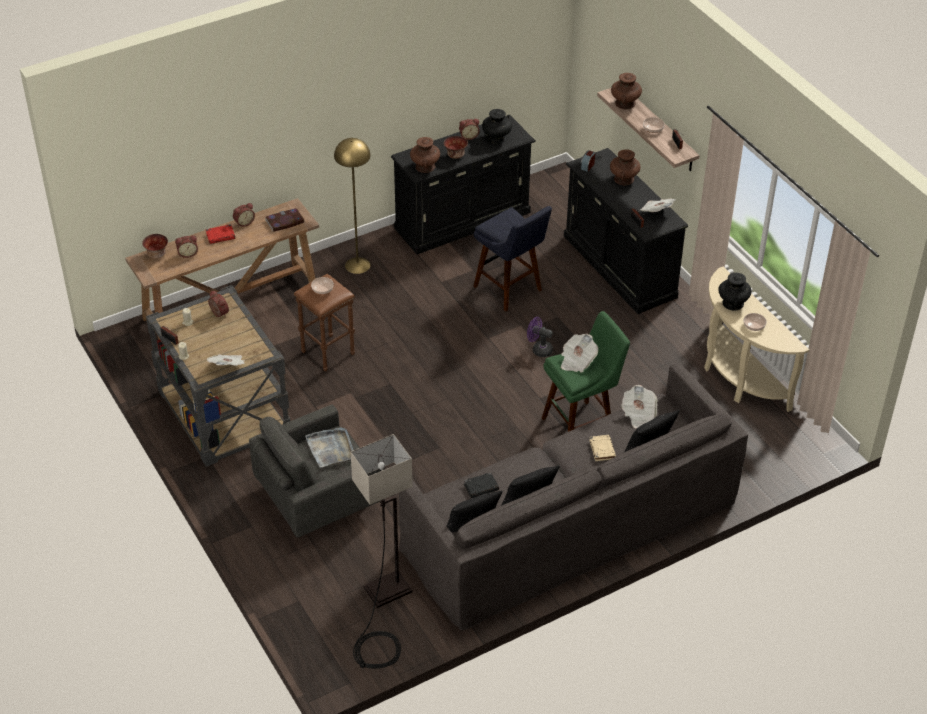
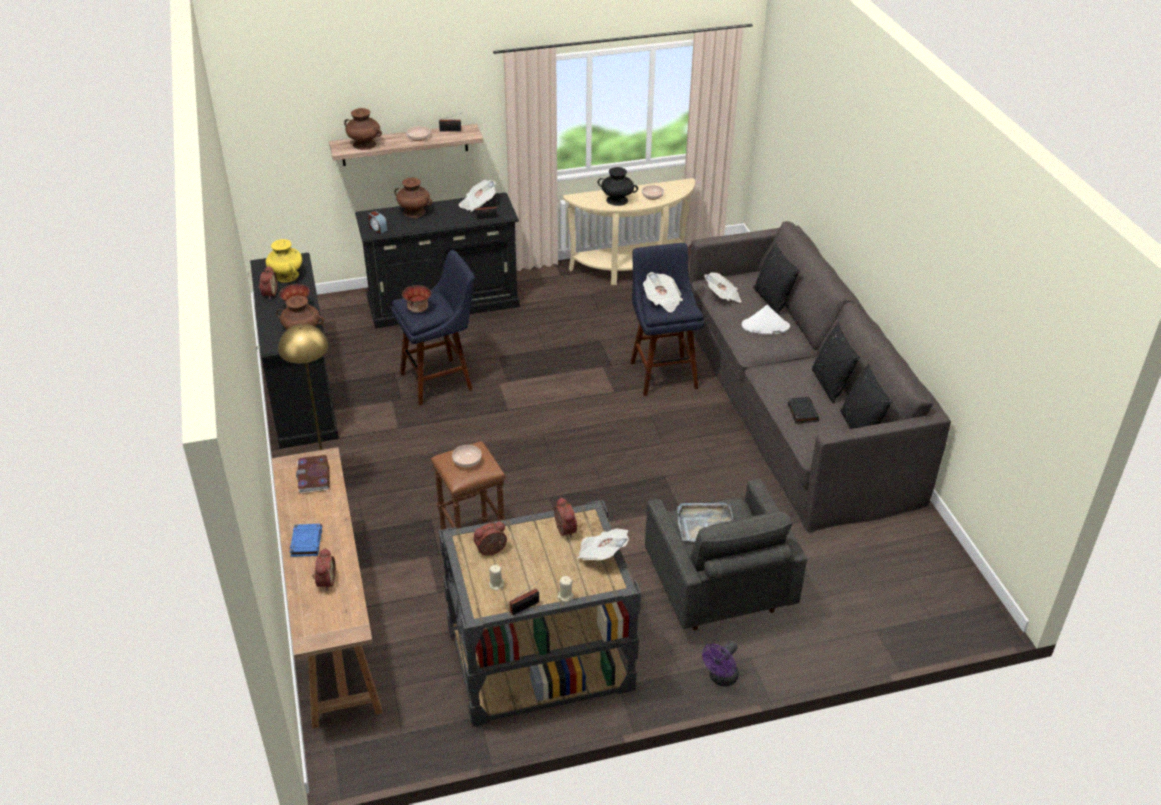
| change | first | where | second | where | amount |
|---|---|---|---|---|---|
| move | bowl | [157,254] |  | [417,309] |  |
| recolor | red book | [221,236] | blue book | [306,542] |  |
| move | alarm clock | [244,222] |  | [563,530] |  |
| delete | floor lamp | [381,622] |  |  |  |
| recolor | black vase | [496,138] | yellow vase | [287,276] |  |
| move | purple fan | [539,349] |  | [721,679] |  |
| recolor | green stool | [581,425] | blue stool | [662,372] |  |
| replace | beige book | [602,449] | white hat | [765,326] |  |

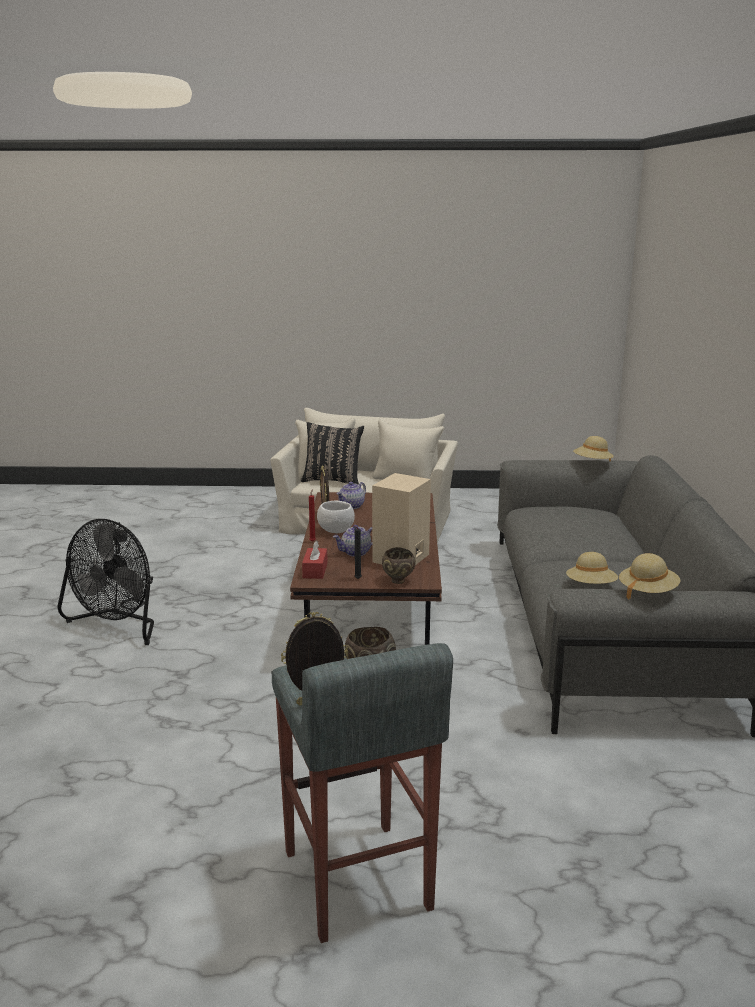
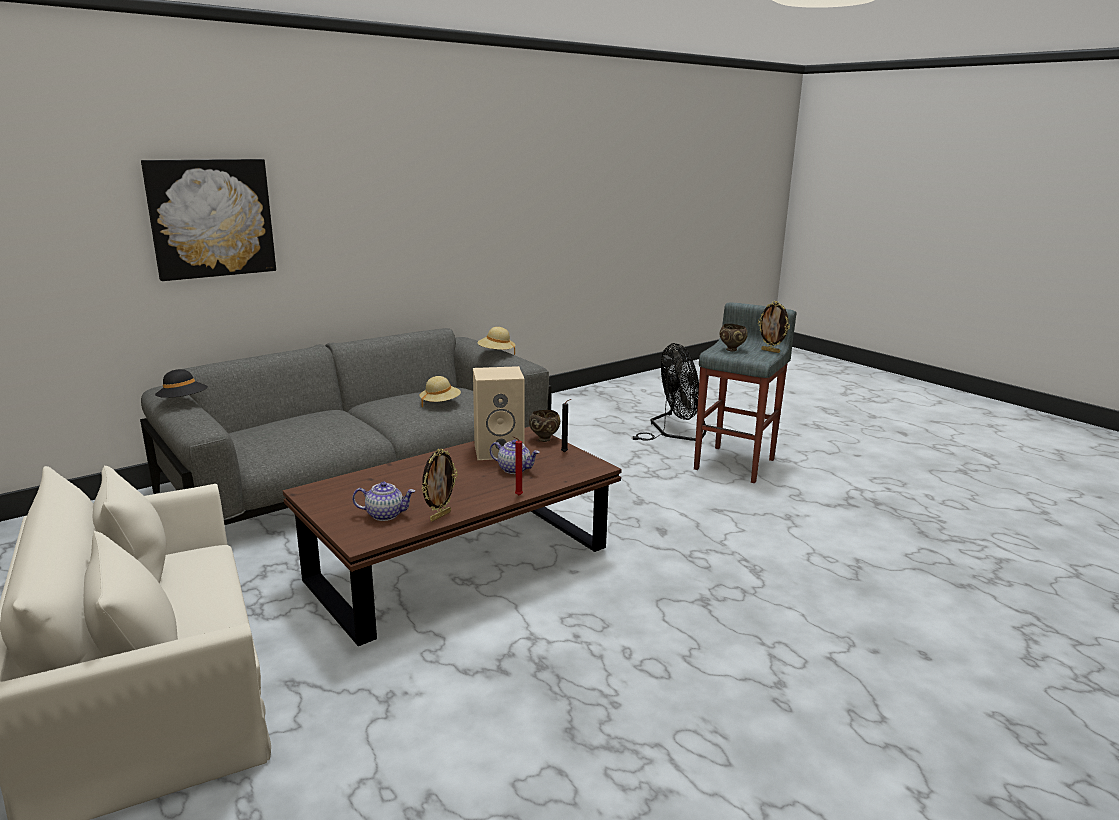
| change | first | where | second | where | amount |
|---|---|---|---|---|---|
| move | black fan | [118,623] |  | [669,430] |  |
| delete | black pillow | [333,481] |  |  |  |
| delete | red tissue box | [315,570] |  |  |  |
| delete | white bowl | [336,531] |  |  |  |
| recolor | beige hat | [592,463] | black hat | [183,402] |  |
| insert |  |  | picture | [211,218] |  |

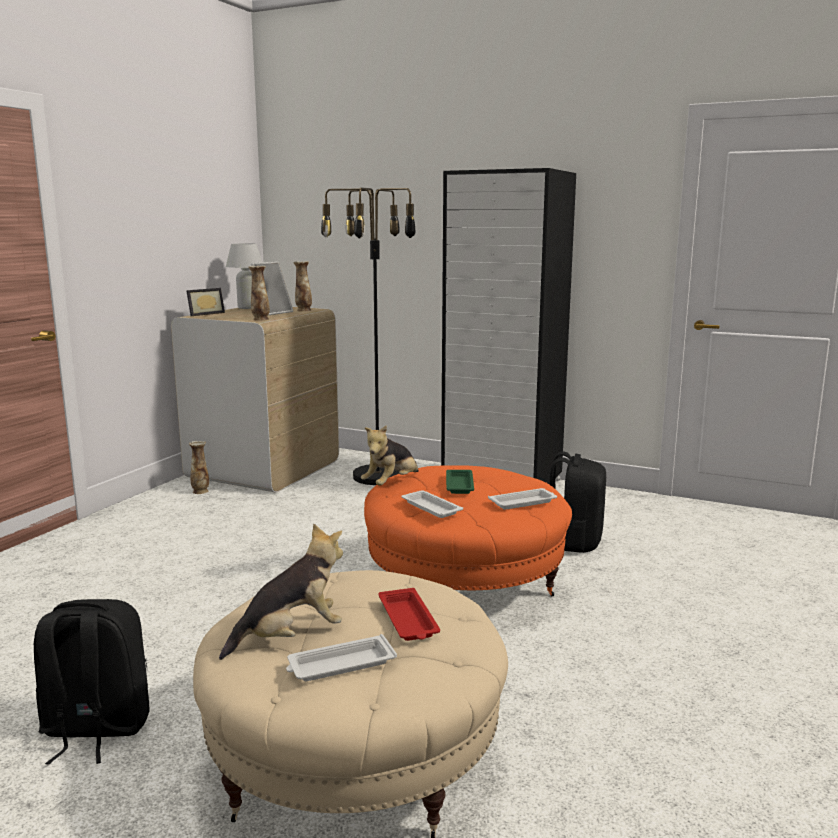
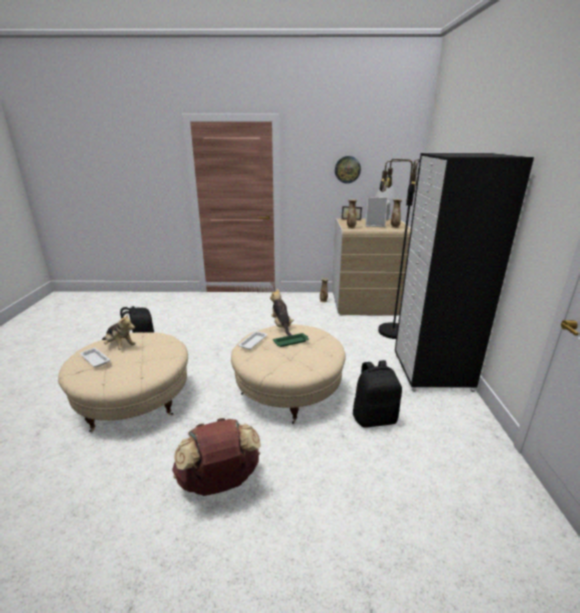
| change | first | where | second | where | amount |
|---|---|---|---|---|---|
| rotate | plush toy | [391,484] |  | [281,326] | 60 degrees clockwise |
| recolor | orange ottoman | [465,582] | beige ottoman | [288,391] |  |
| delete | red tray | [408,620] |  |  |  |
| delete | white tray | [523,502] |  |  |  |
| insert |  |  | brown backpack | [219,483] |  |
| insert |  |  | wall clock | [347,169] |  |

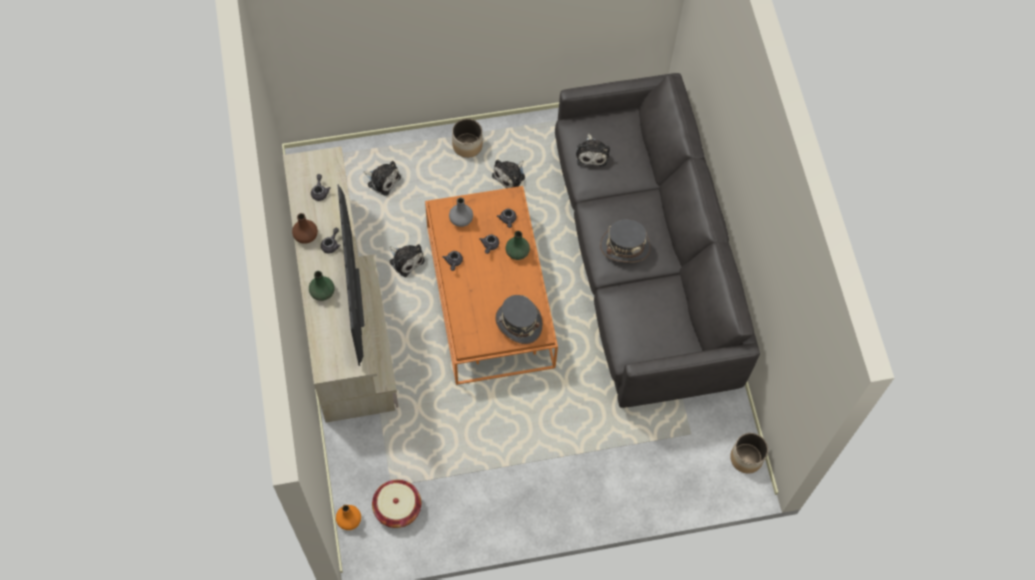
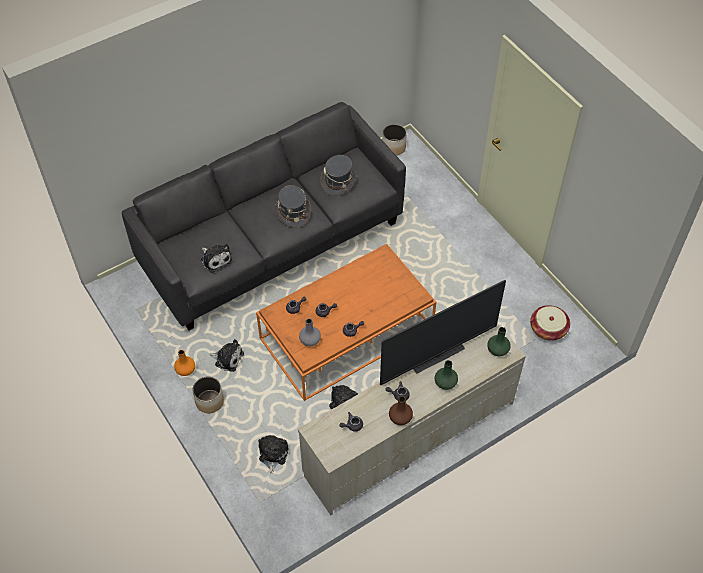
| change | first | where | second | where | amount |
|---|---|---|---|---|---|
| move | orange vase | [349,520] |  | [186,370] |  |
| move | grey hat | [518,323] |  | [338,181] |  |
| move | green vase | [517,252] |  | [497,350] |  |
| rotate | plush toy | [592,153] |  | [215,259] | 75 degrees clockwise |

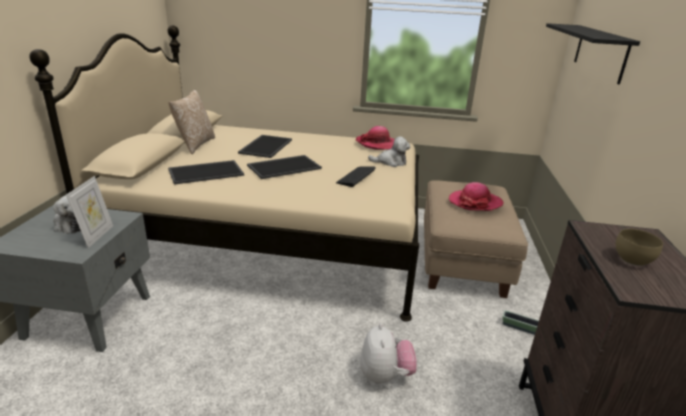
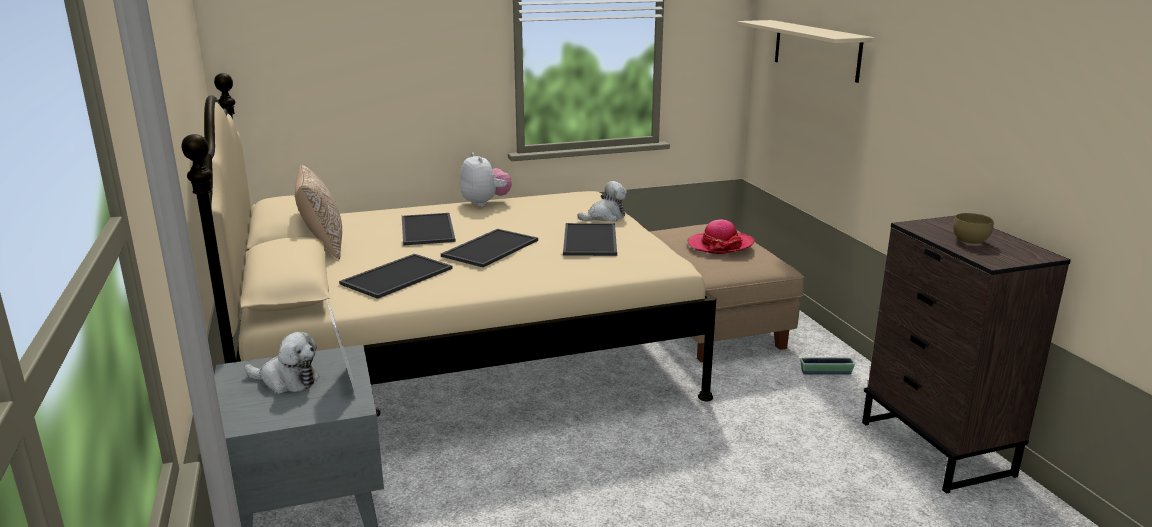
| change | first | where | second | where | amount |
|---|---|---|---|---|---|
| replace | keyboard | [356,176] | tray | [591,240] |  |
| delete | hat | [378,144] |  |  |  |
| move | plush toy | [385,375] |  | [485,203] |  |
| recolor | black shelf | [600,52] | beige shelf | [816,49] |  |

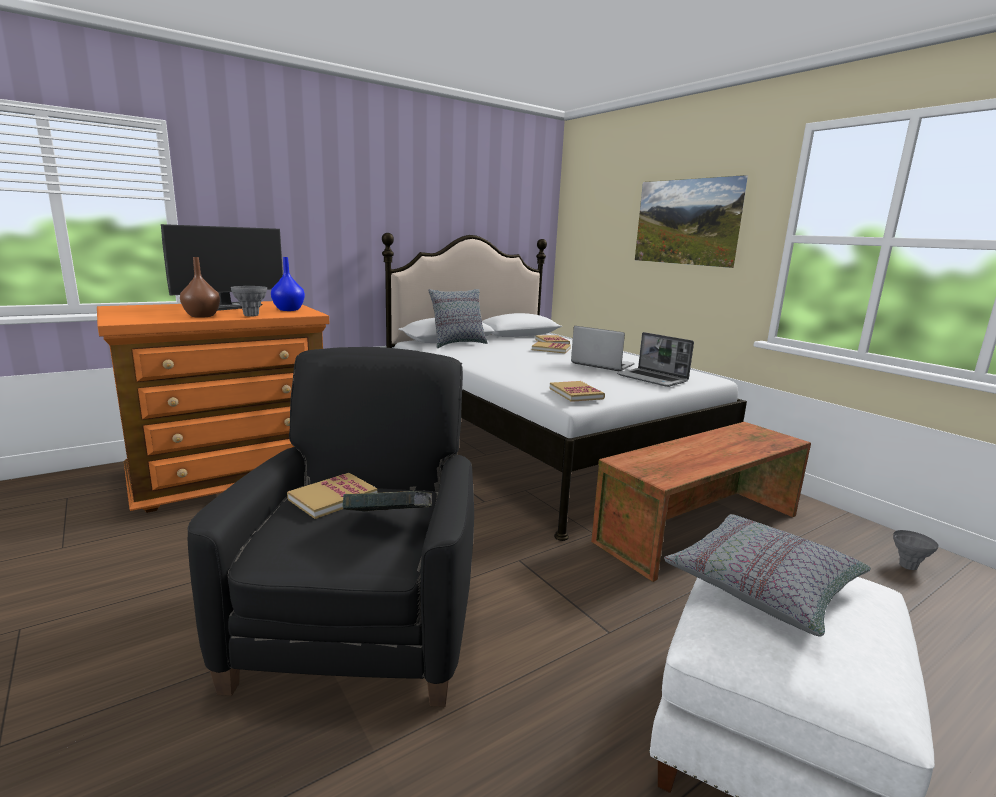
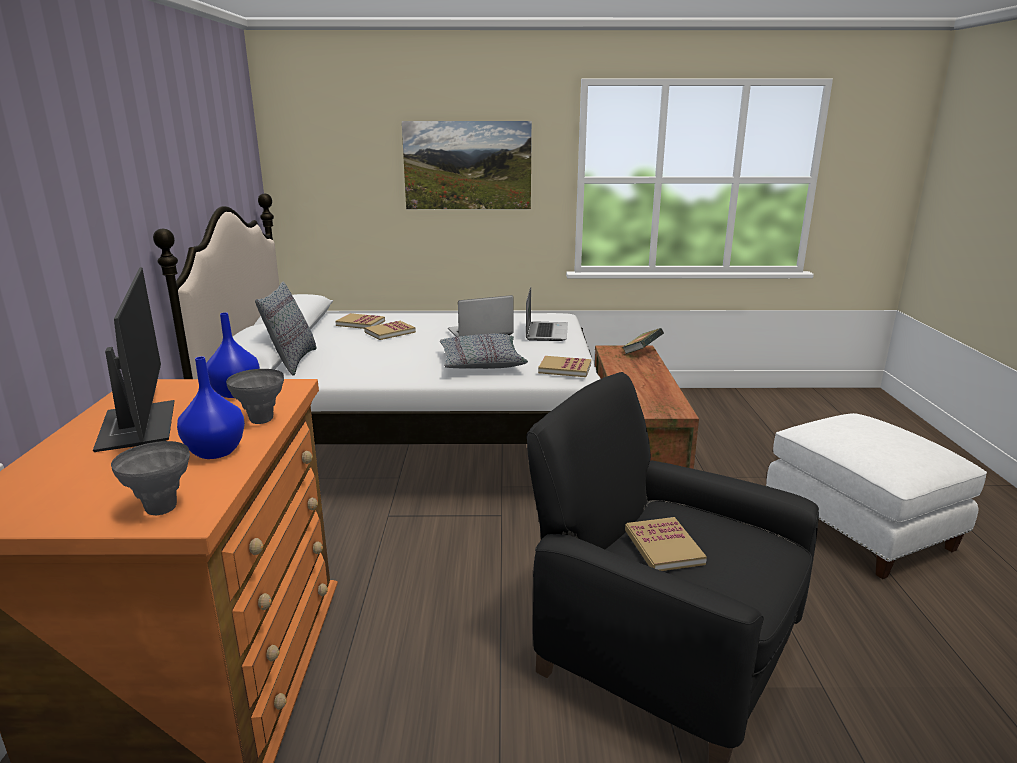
| change | first | where | second | where | amount |
|---|---|---|---|---|---|
| recolor | brown vase | [201,316] | blue vase | [214,452] |  |
| move | book | [389,523] |  | [641,352] |  |
| rotate | laptop | [653,379] |  | [546,332] | 75 degrees counterclockwise |
| move | grey pillow | [762,585] |  | [481,363] |  |
| move | grey vase | [907,566] |  | [161,509] |  |

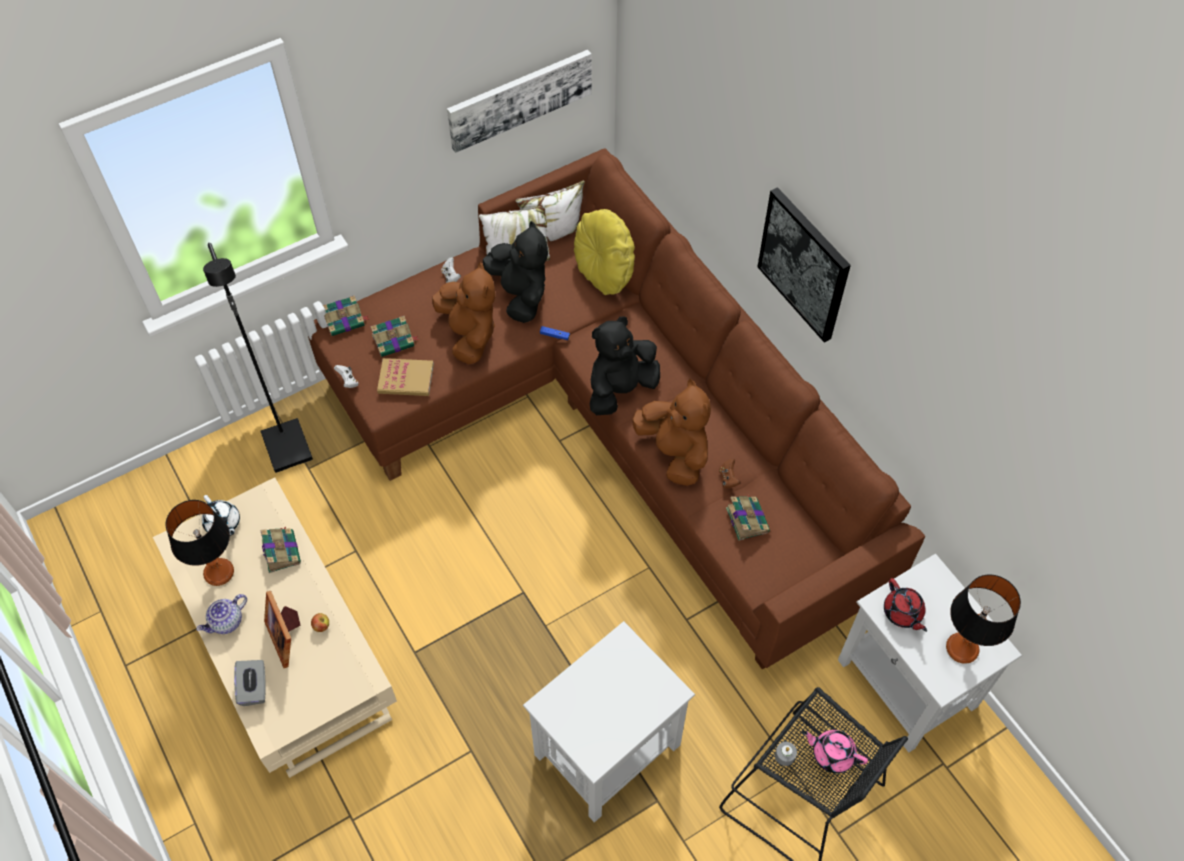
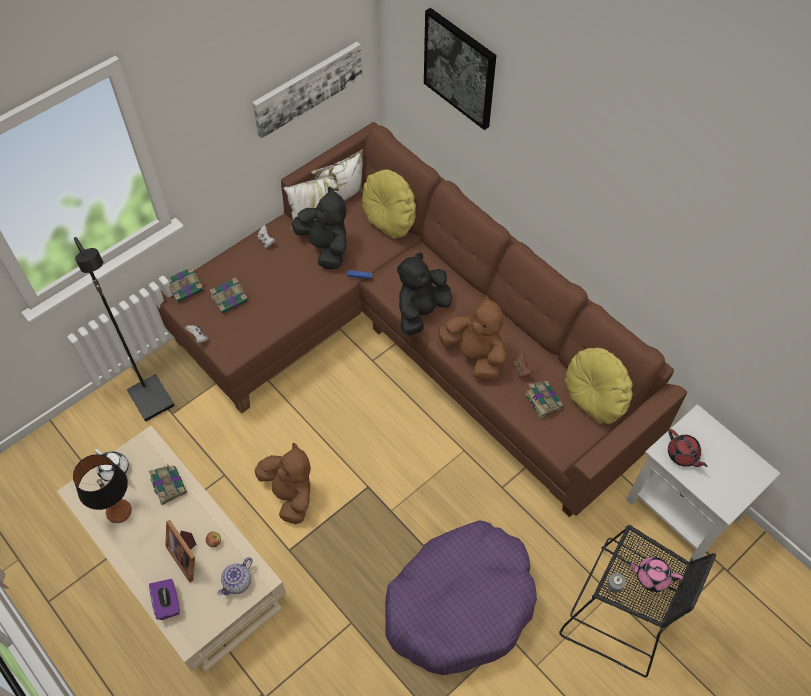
| change | first | where | second | where | amount |
|---|---|---|---|---|---|
| move | teapot | [227,622] |  | [237,582] |  |
| recolor | grey tissue box | [254,688] | purple tissue box | [168,603] |  |
| delete | book | [406,379] |  |  |  |
| move | brown plush toy | [469,334] |  | [290,494] |  |
| replace | white side table | [606,751] | purple dog bed | [460,603] |  |
| move | picture | [804,264] |  | [460,68] |  |
| delete | table lamp | [962,648] |  |  |  |
| insert |  |  | yellow pillow | [593,401] |  |

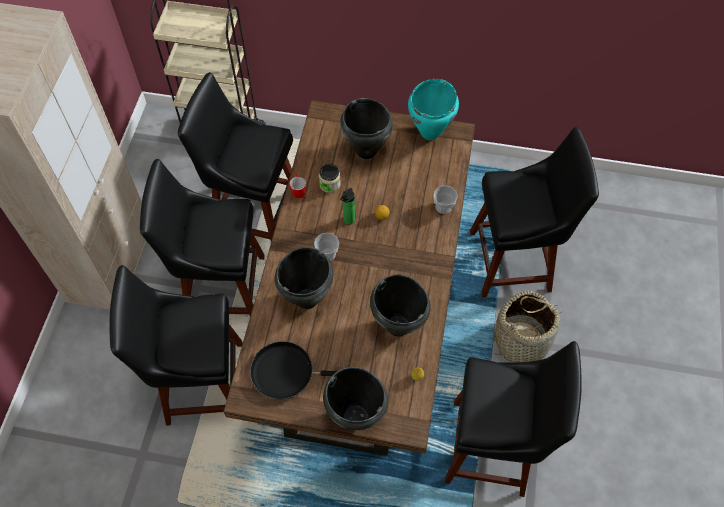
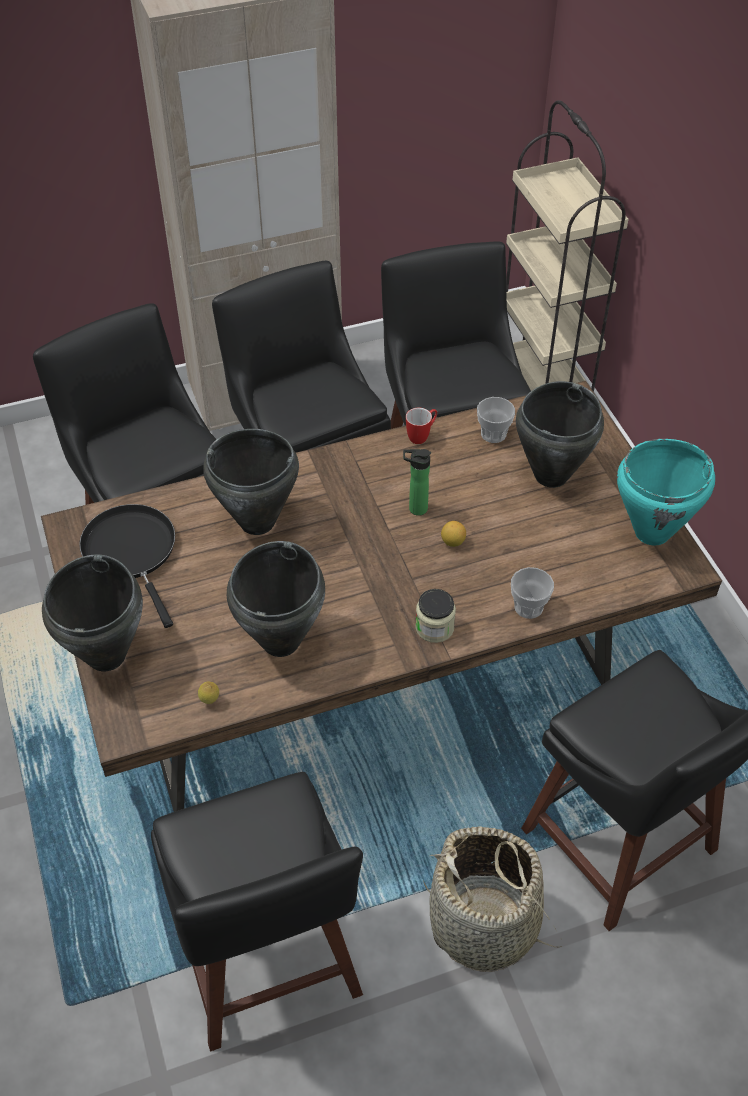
| change | first | where | second | where | amount |
|---|---|---|---|---|---|
| move | cup | [327,254] |  | [493,434] |  |
| move | jar | [330,184] |  | [434,627] |  |

